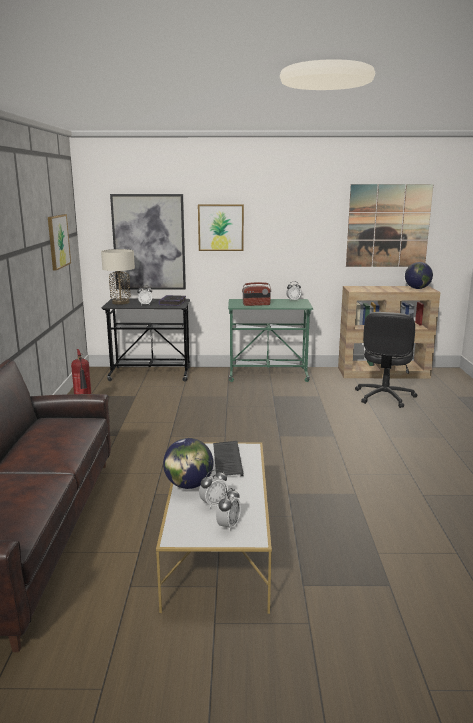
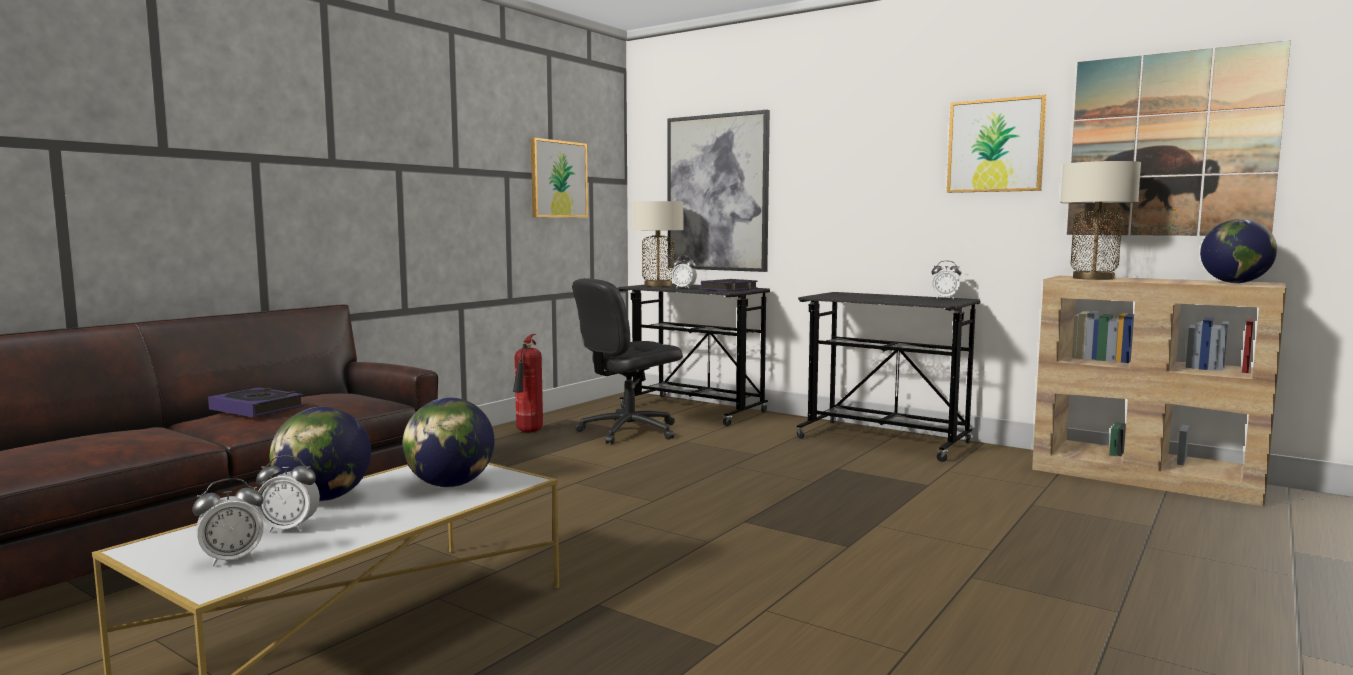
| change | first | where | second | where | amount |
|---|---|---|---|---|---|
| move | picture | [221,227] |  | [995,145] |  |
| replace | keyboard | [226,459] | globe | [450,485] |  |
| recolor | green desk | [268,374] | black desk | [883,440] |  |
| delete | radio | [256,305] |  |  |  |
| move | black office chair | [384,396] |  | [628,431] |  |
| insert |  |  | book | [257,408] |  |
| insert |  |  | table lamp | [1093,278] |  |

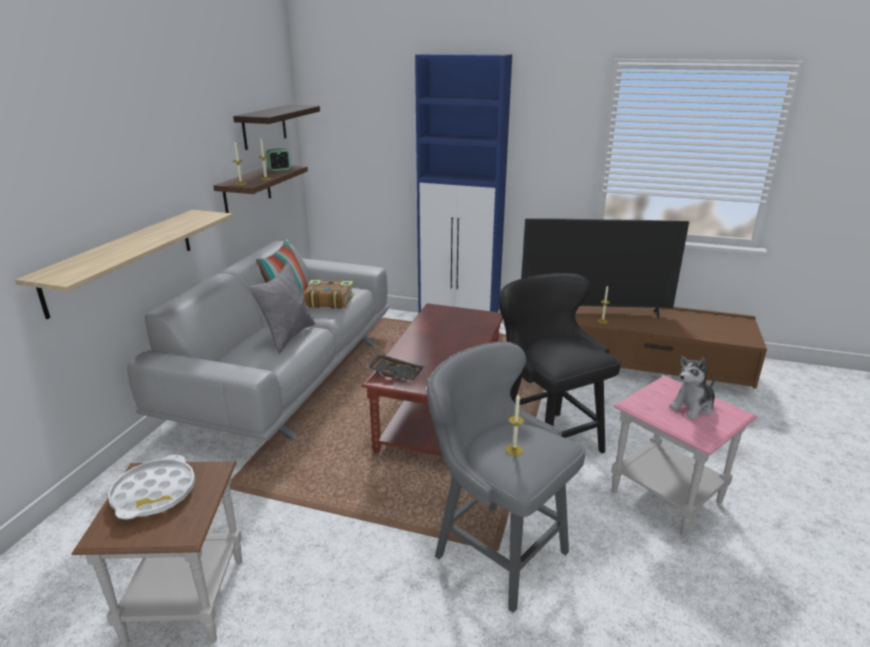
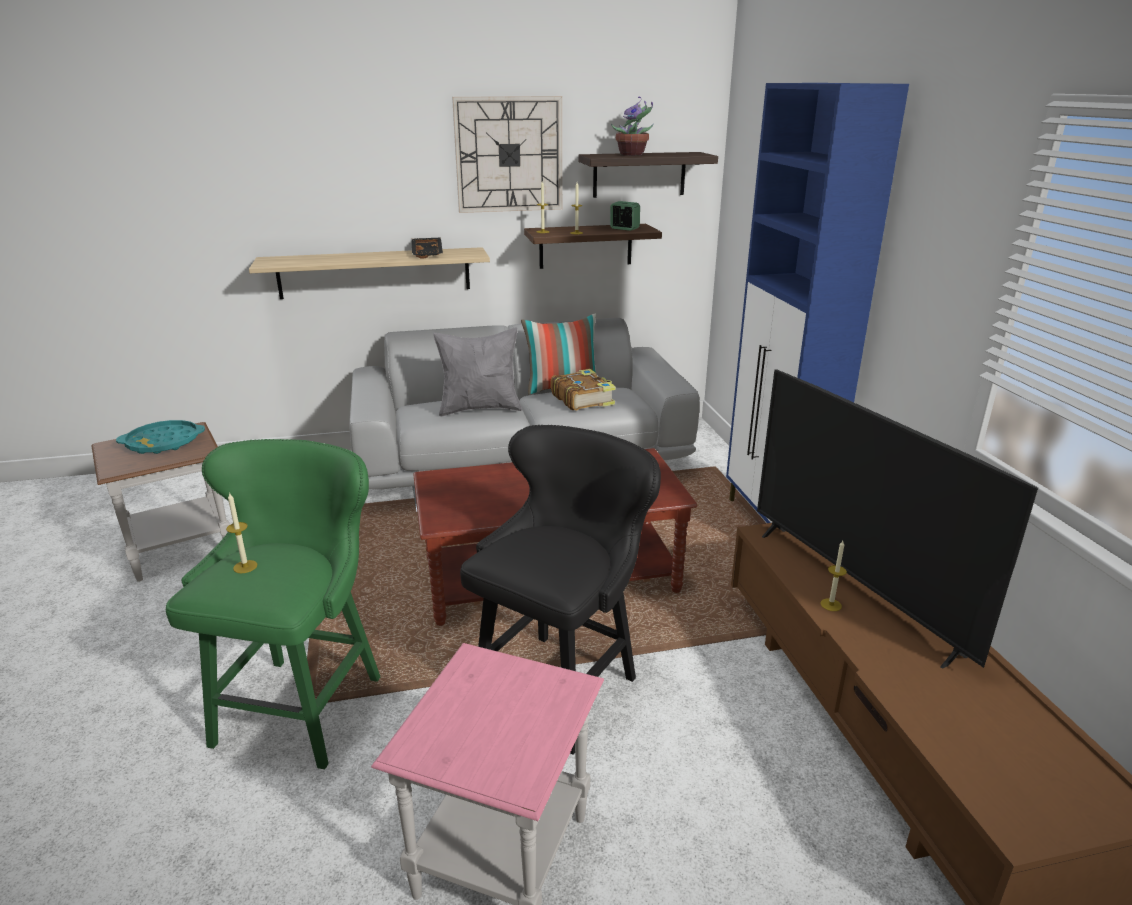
| change | first | where | second | where | amount |
|---|---|---|---|---|---|
| recolor | white tray | [154,493] | turquoise tray | [163,443] |  |
| move | black tray | [396,373] |  | [428,253] |  |
| recolor | grey stool | [496,551] | green stool | [303,704] |  |
| delete | plush toy | [692,407] |  |  |  |
| insert |  |  | wall clock | [509,155] |  |
| insert |  |  | potted plant | [633,154] |  |

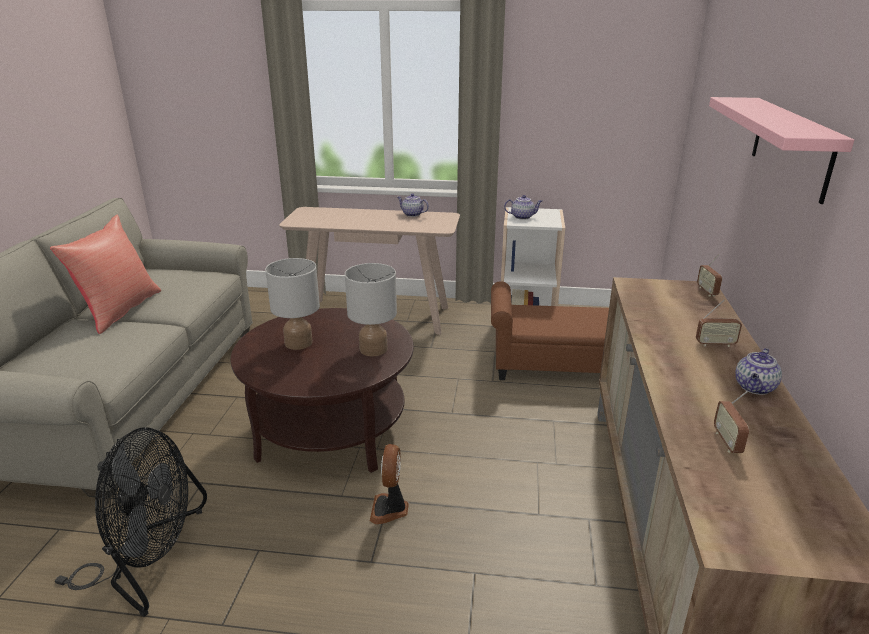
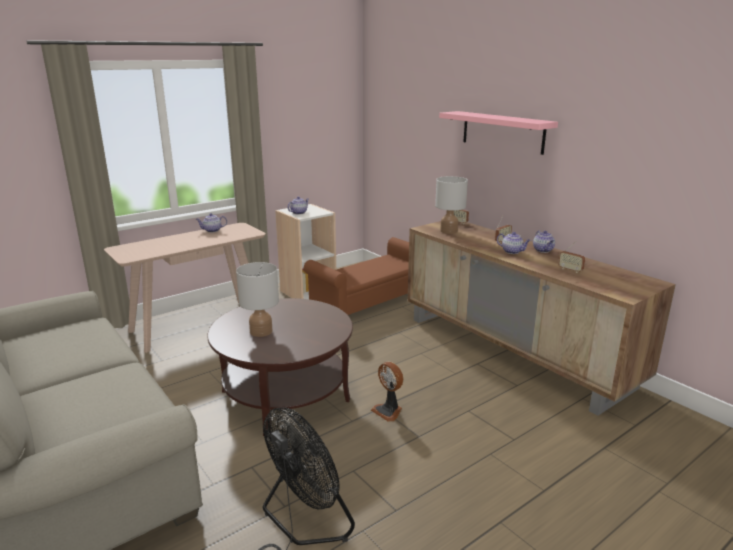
| change | first | where | second | where | amount |
|---|---|---|---|---|---|
| delete | red pillow | [119,310] |  |  |  |
| move | grey table lamp | [374,349] |  | [449,231] |  |
| insert |  |  | teapot | [512,251] |  |

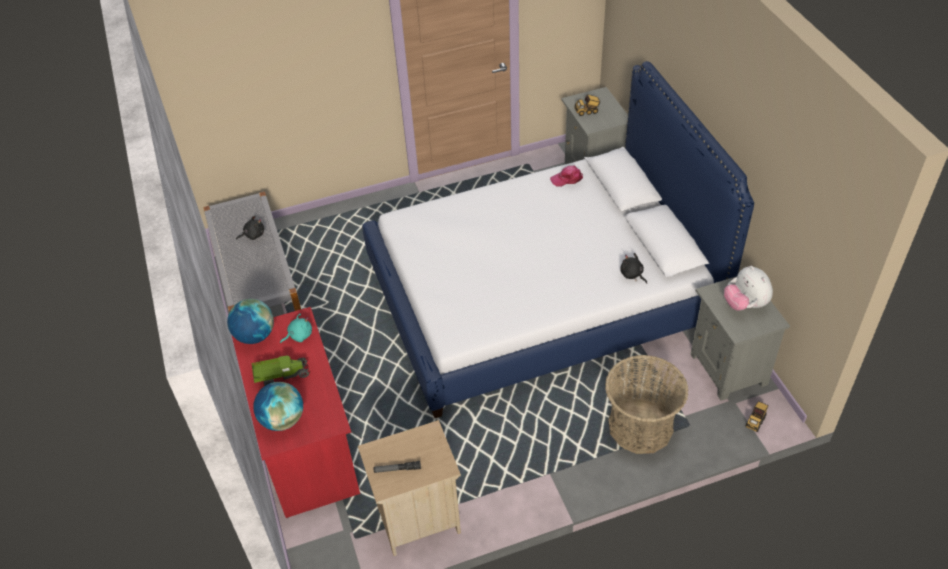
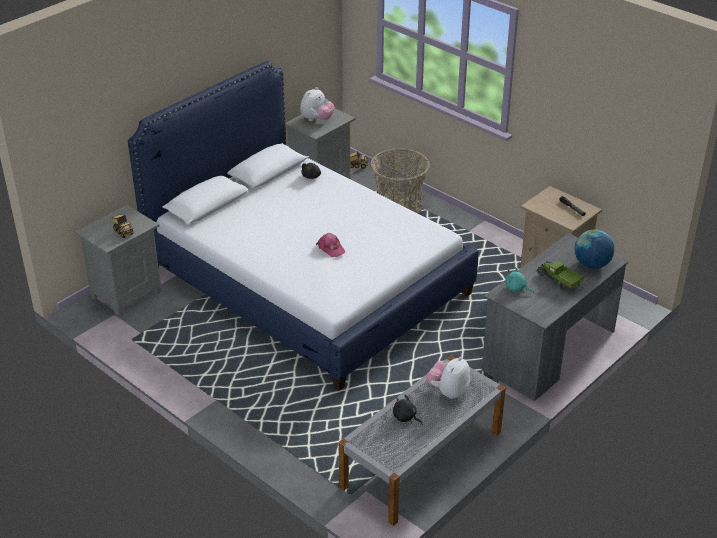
| change | first | where | second | where | amount |
|---|---|---|---|---|---|
| delete | globe | [255,335] |  |  |  |
| recolor | red desk | [305,441] | grey desk | [548,351] |  |
| move | pink cap | [567,179] |  | [330,248] |  |
| insert |  |  | plush toy | [448,391] |  |

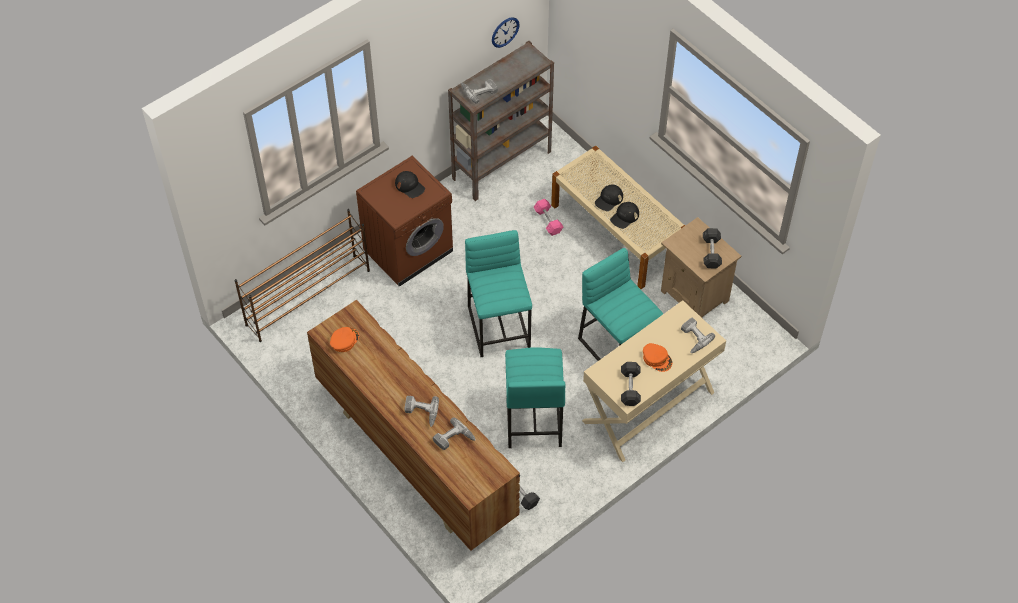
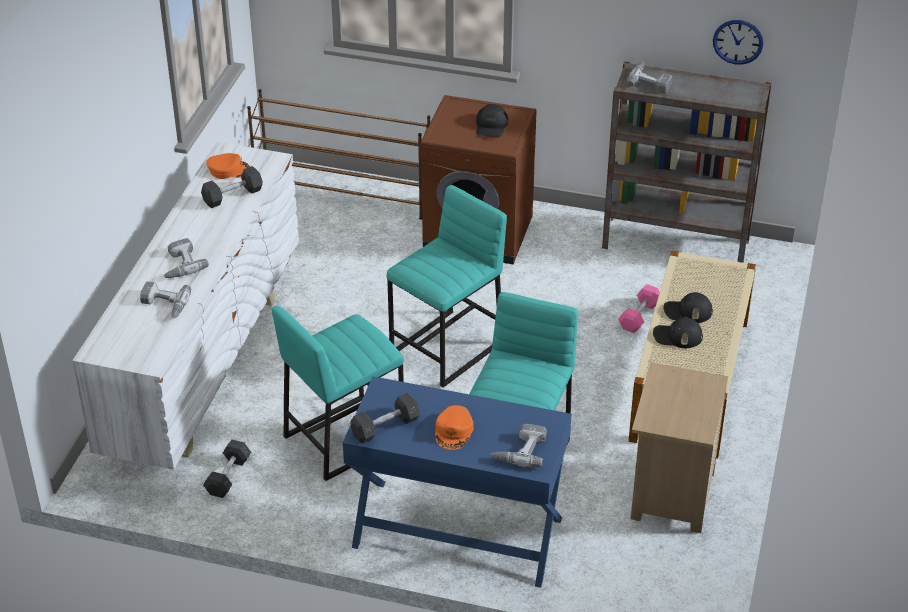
| change | first | where | second | where | amount |
|---|---|---|---|---|---|
| recolor | brown cabinet | [414,457] | white cabinet | [205,367] |  |
| recolor | beige desk | [649,407] | blue desk | [457,533] |  |
| move | grey dumbbell | [711,252] |  | [232,196] |  |

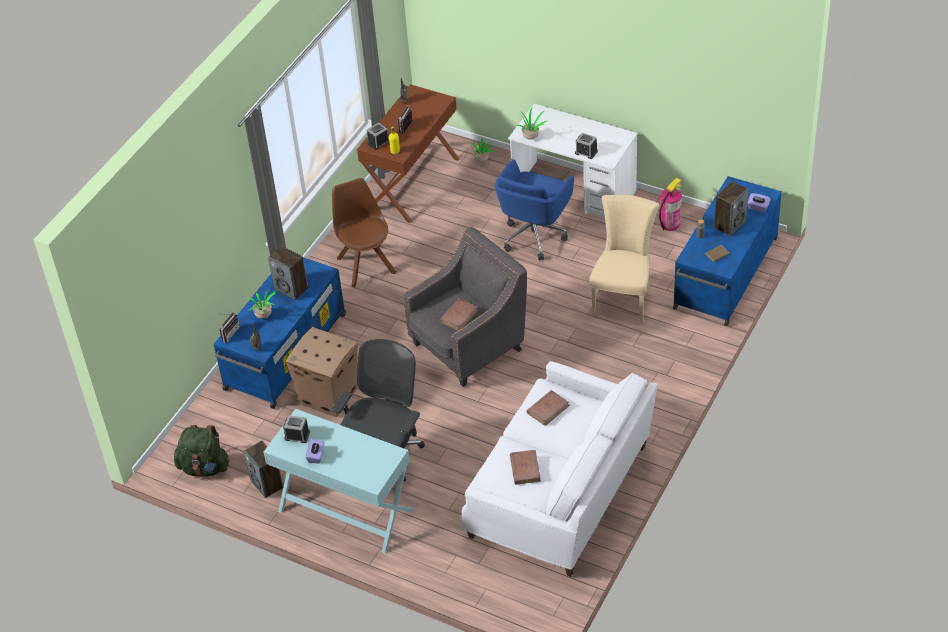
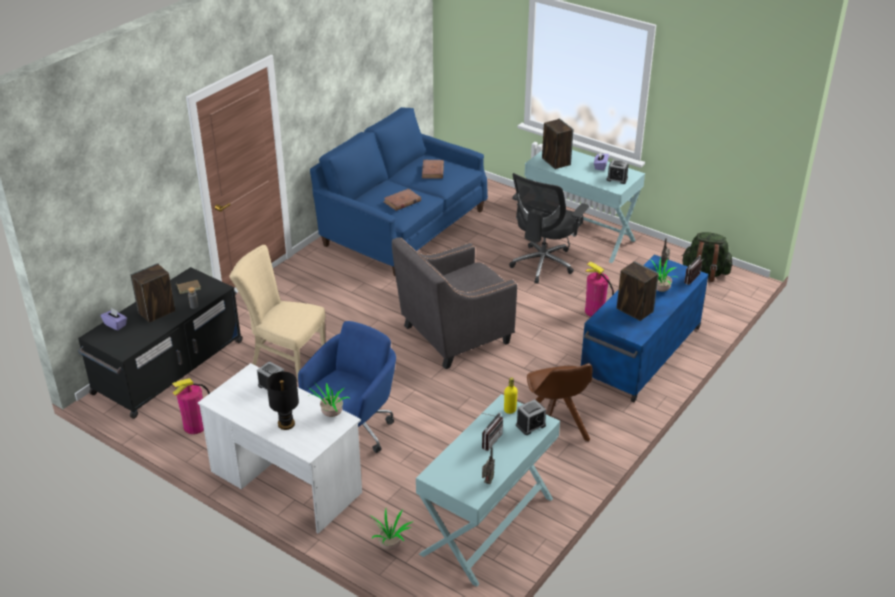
| change | first | where | second | where | amount |
|---|---|---|---|---|---|
| move | speaker | [267,484] |  | [555,162] |  |
| replace | cardboard box | [329,395] | fire extinguisher | [594,311] |  |
| recolor | brown desk | [412,183] | turquoise desk | [488,526] |  |
| delete | brown book | [459,316] |  |  |  |
| recolor | white sofa | [562,493] | blue sofa | [402,227] |  |
| rotate | beige chair | [623,296] |  | [284,359] | 90 degrees clockwise |
| recolor | blue cabinet | [725,273] | black cabinet | [169,367] |  |
| insert |  |  | black table lamp | [286,424] |  |

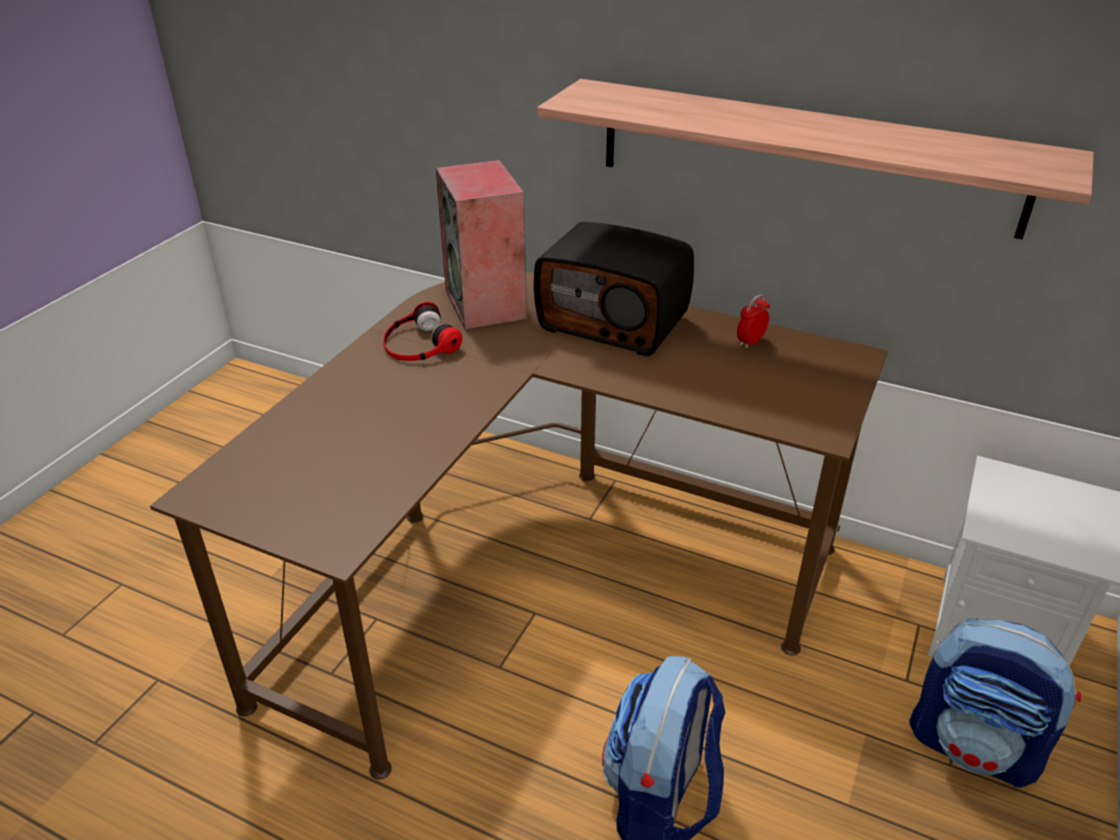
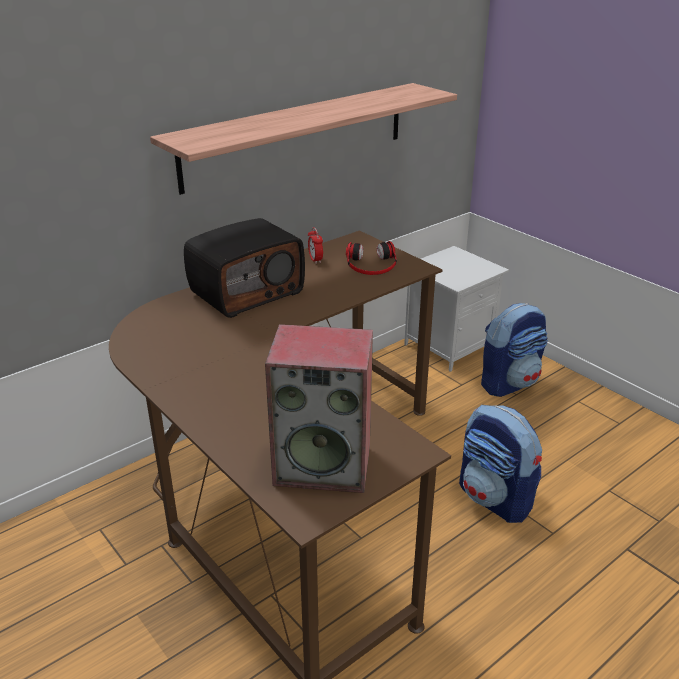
| change | first | where | second | where | amount |
|---|---|---|---|---|---|
| move | headphones | [419,343] |  | [371,264] |  |
| move | speaker | [487,305] |  | [324,465] |  |

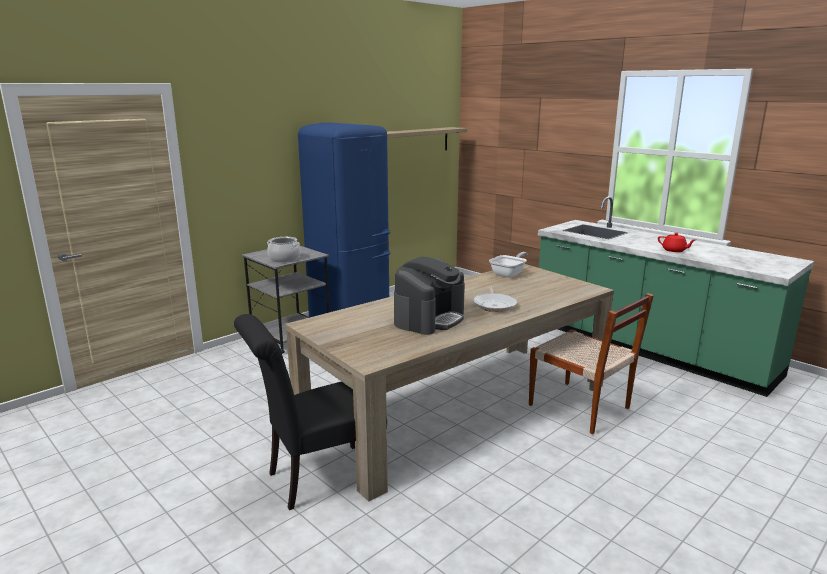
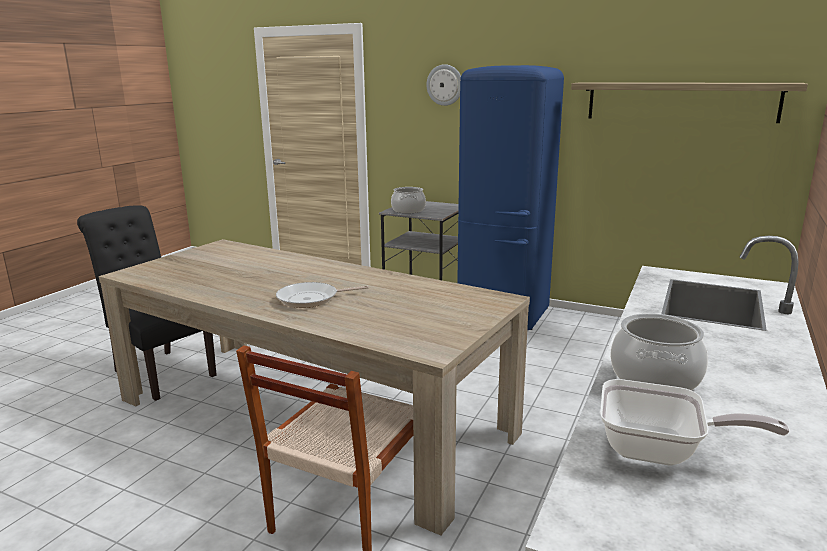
| change | first | where | second | where | amount |
|---|---|---|---|---|---|
| delete | coffee machine | [429,319] |  |  |  |
| move | frying pan | [509,274] |  | [660,452] |  |
| replace | red teapot | [674,250] | cooking pot | [655,378] |  |
| insert |  |  | wall clock | [445,85] |  |

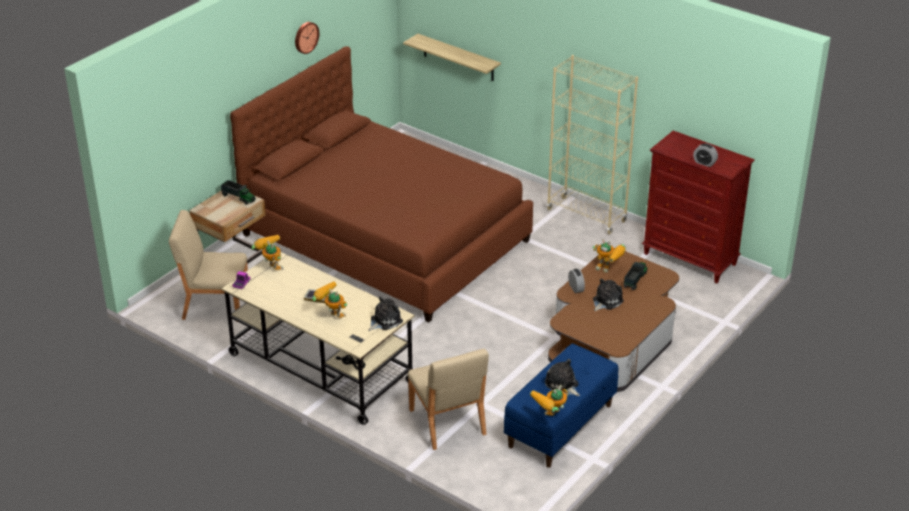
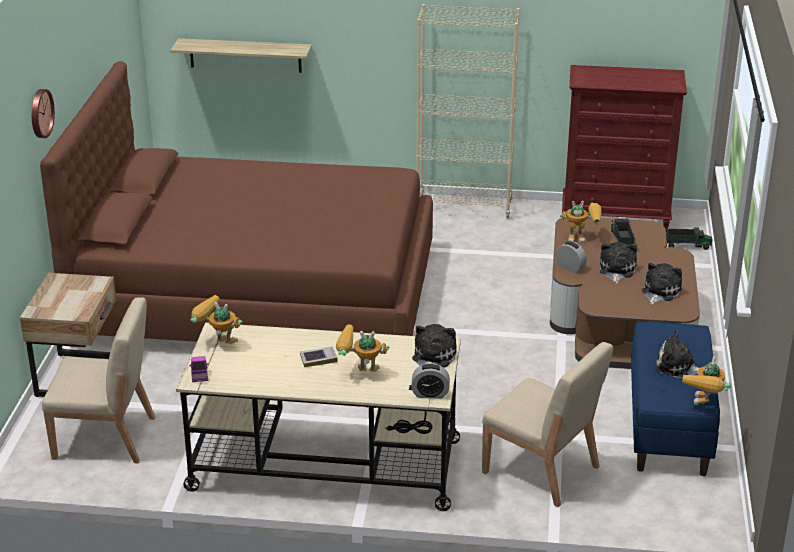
| change | first | where | second | where | amount |
|---|---|---|---|---|---|
| rotate | beige chair | [215,304] |  | [106,438] | 150 degrees counterclockwise |
| move | toy truck | [238,197] |  | [687,246] |  |
| move | wall clock | [305,37] |  | [40,113] |  |
| move | alarm clock | [704,163] |  | [430,394] |  |
| insert |  |  | plush toy | [659,292] |  |

